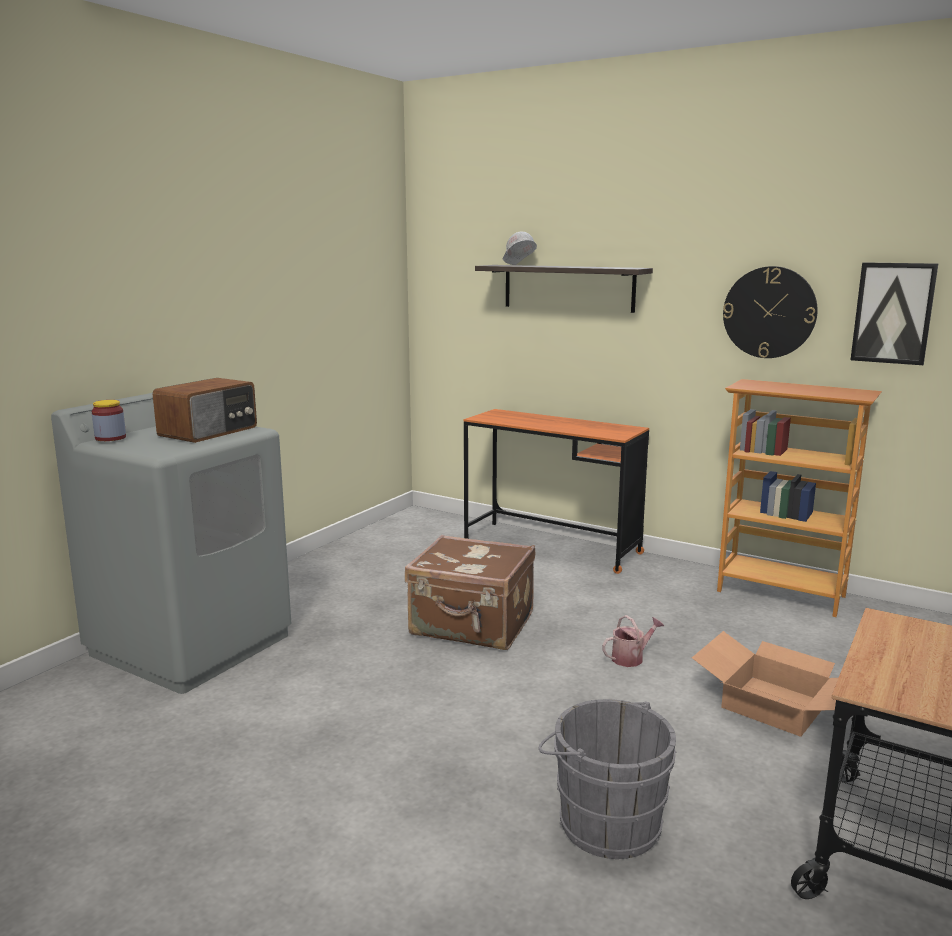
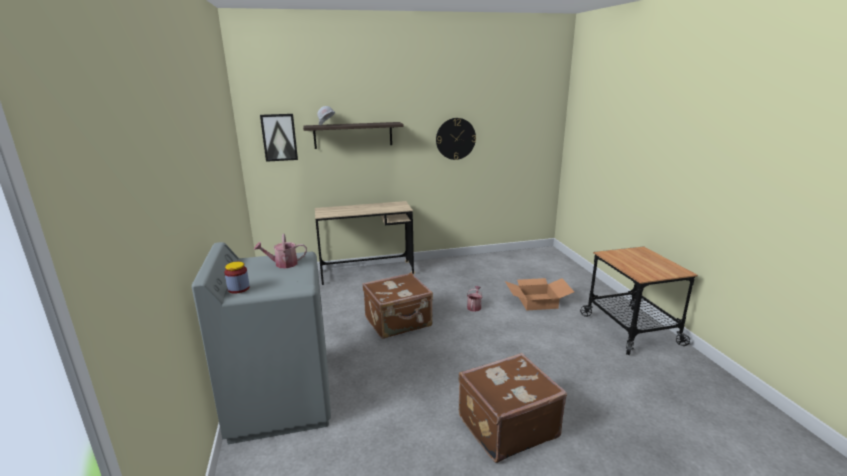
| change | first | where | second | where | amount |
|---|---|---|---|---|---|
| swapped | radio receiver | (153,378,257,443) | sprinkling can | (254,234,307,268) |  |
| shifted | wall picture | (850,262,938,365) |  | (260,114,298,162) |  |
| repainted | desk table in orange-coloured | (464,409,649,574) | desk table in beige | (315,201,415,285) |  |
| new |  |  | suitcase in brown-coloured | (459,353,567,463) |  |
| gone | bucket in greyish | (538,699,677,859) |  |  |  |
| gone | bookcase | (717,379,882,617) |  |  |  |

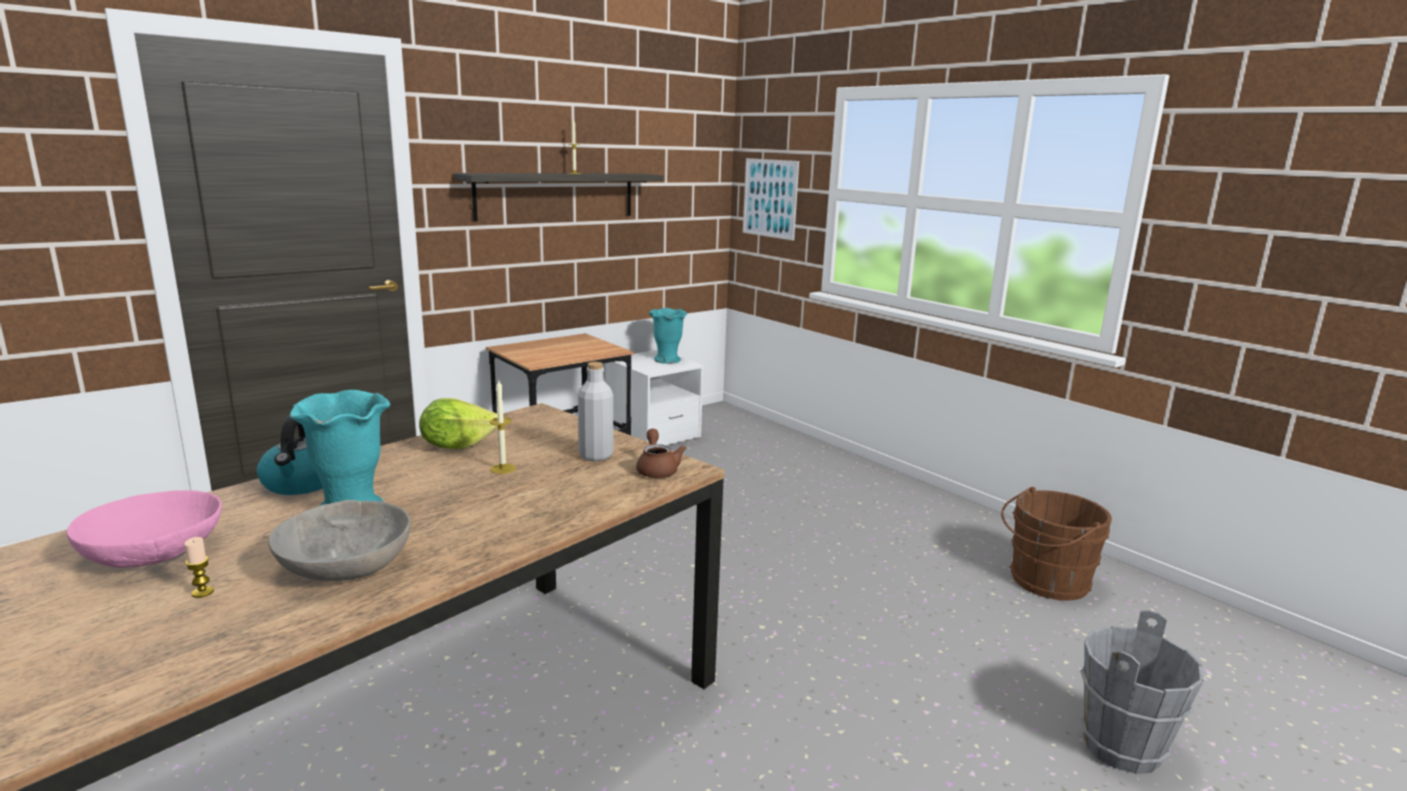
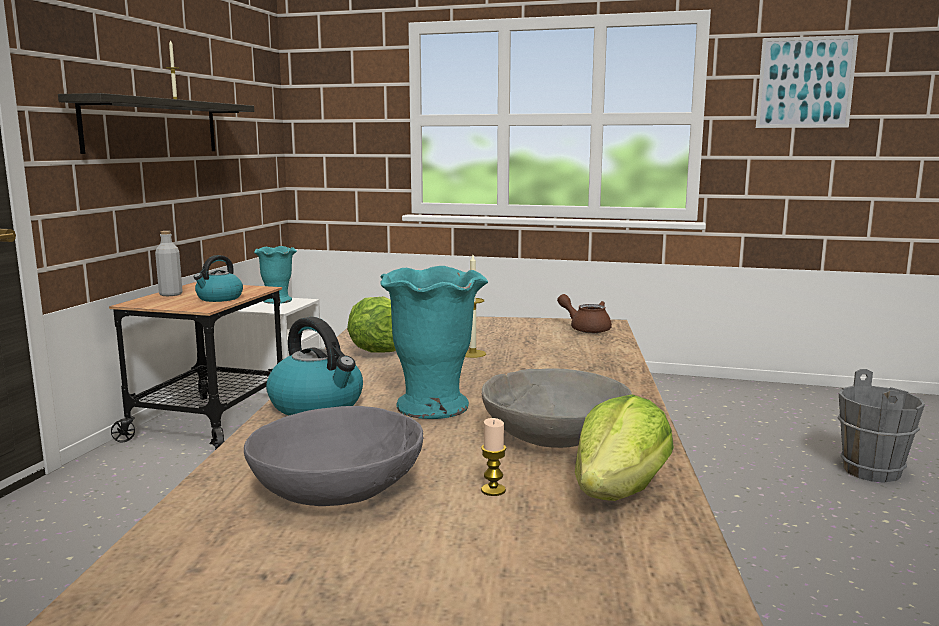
| change | first | where | second | where | amount |
|---|---|---|---|---|---|
| shifted | bottle in greyish | (578,362,613,461) |  | (155,231,183,296) |  |
| new |  |  | tea kettle | (194,255,243,302) |  |
| repainted | serving bowl in pink-coloured | (67,490,222,568) | serving bowl in greyish | (244,406,424,506) |  |
| new |  |  | lettuce head | (575,394,674,501) |  |
| shifted | wall picture | (743,158,799,241) |  | (756,35,858,128) |  |
| gone | bucket in brown-coloured | (1001,487,1112,601) |  |  |  |

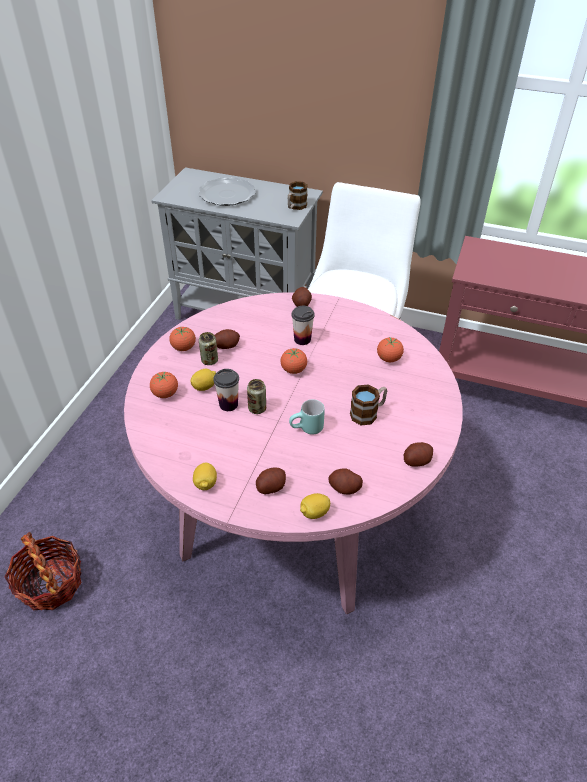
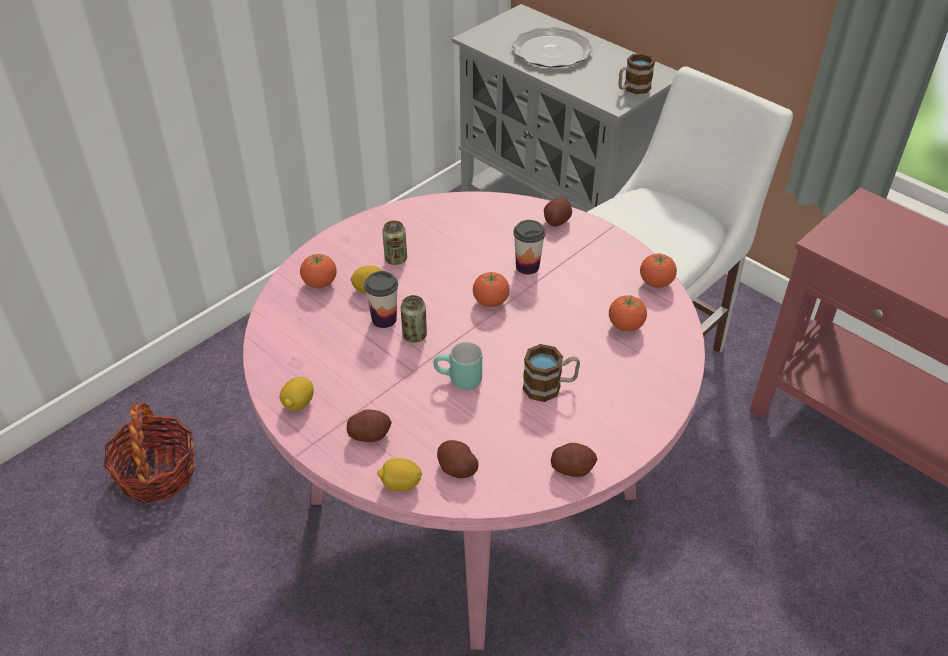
| change | first | where | second | where | amount |
|---|---|---|---|---|---|
| shifted | fresh tomato | (169,326,196,351) |  | (640,254,677,288) |  |
| gone | potato | (214,329,240,349) |  |  |  |

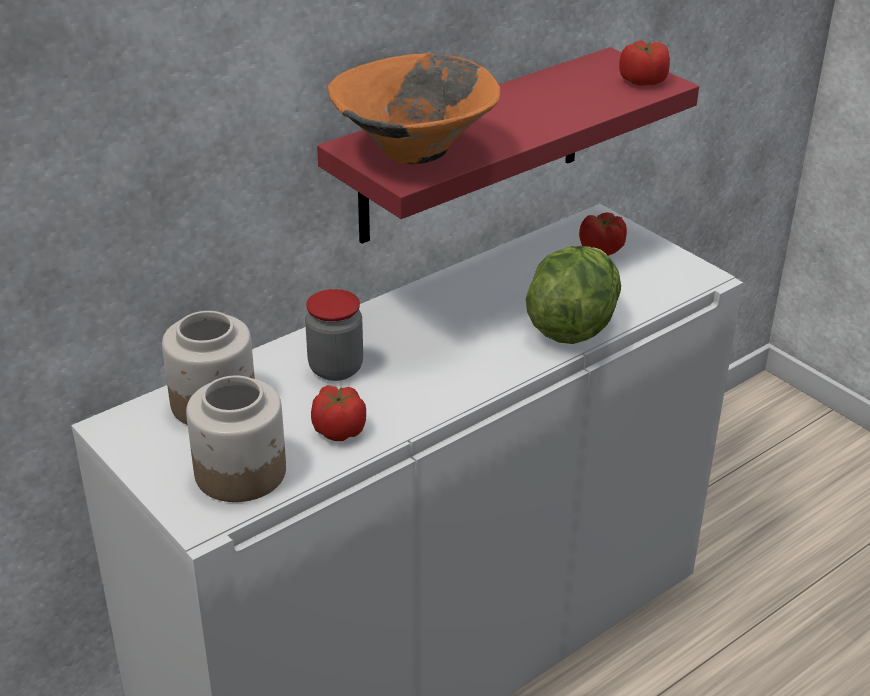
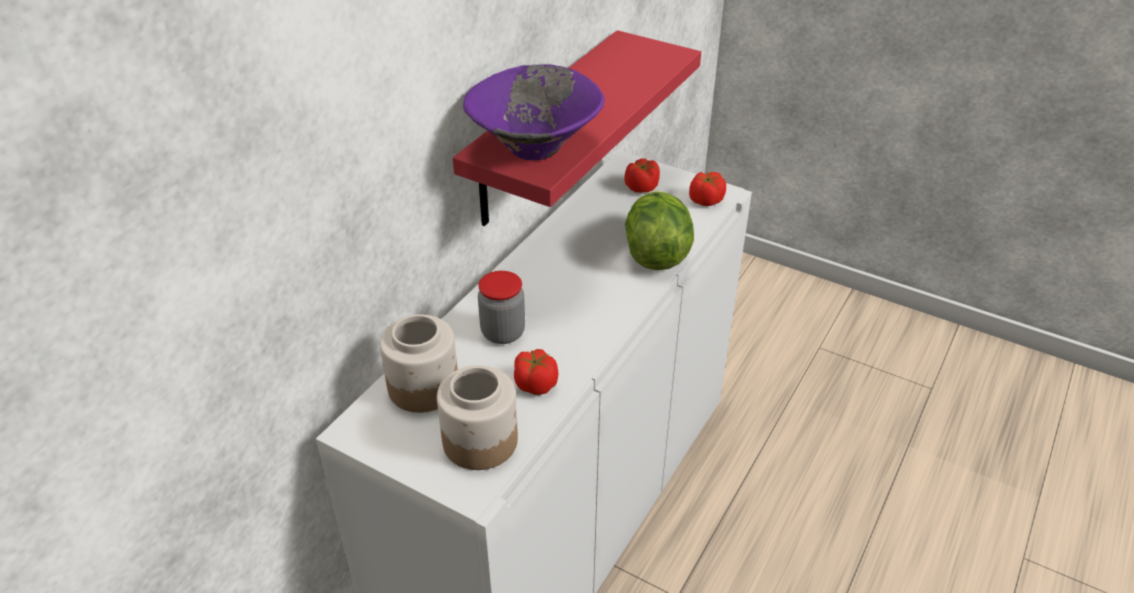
| change | first | where | second | where | amount |
|---|---|---|---|---|---|
| repainted | serving bowl in orange-coloured | (328,53,500,164) | serving bowl in purple-coloured | (463,64,605,160) |  |
| shifted | fresh tomato | (619,41,670,86) |  | (689,171,726,206) |  |

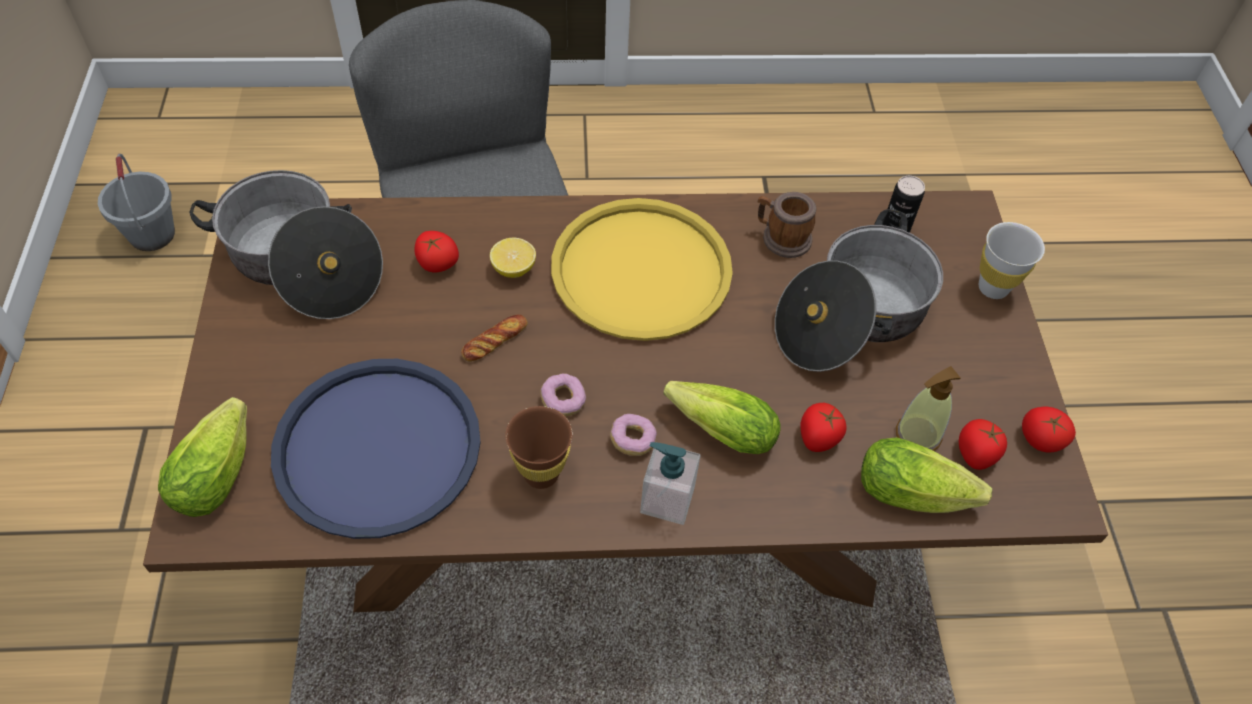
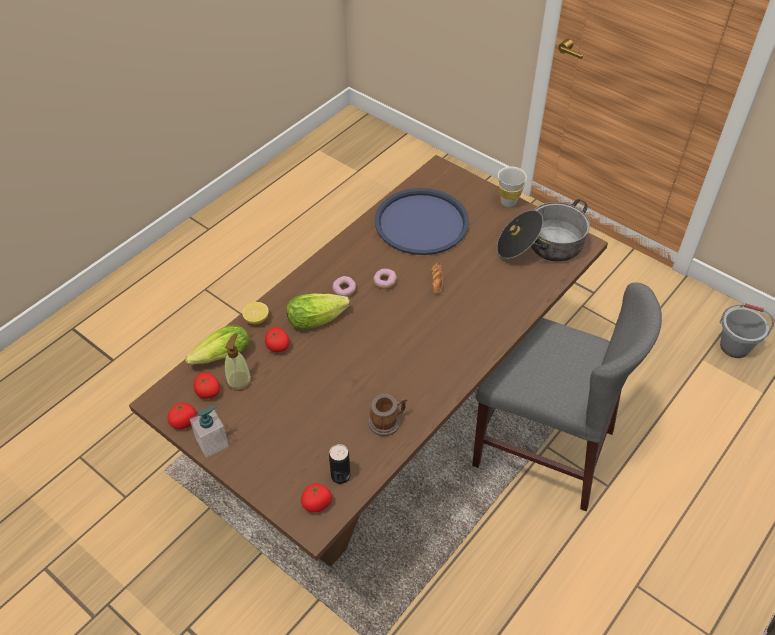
| change | first | where | second | where | amount |
|---|---|---|---|---|---|
| shifted | soap bottle | (640,442,701,525) |  | (190,405,229,458) |  |
| shifted | citrus fruit | (490,237,536,278) |  | (242,302,269,324) |  |
| shifted | fresh tomato | (414,231,459,272) |  | (301,483,332,513) |  |
| shifted | small cup in white | (979,222,1045,299) |  | (498,166,527,207) |  |
| gone | lettuce head | (158,397,247,517) |  |  |  |
| gone | small cup in brown-coloured | (505,406,572,489) |  |  |  |
| gone | tray in yellow | (551,198,733,341) |  |  |  |
| gone | cooking pot | (775,209,943,372) |  |  |  |

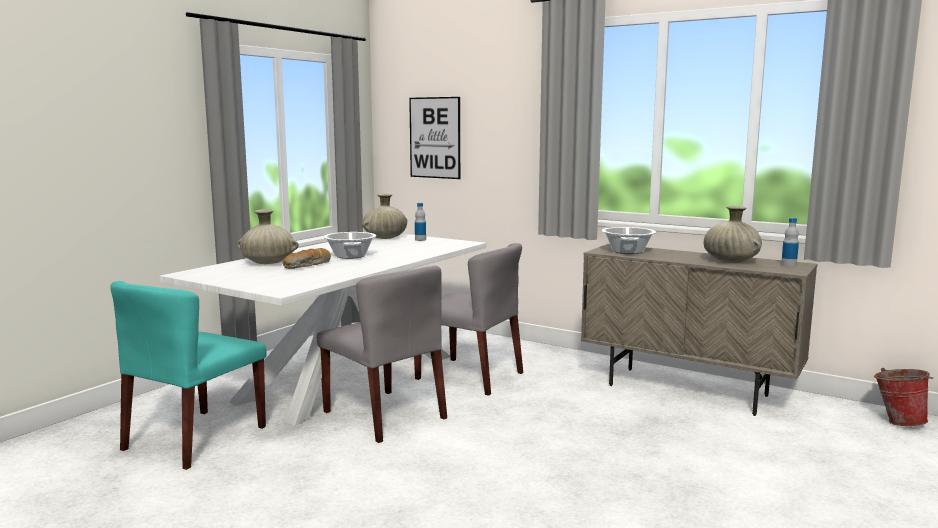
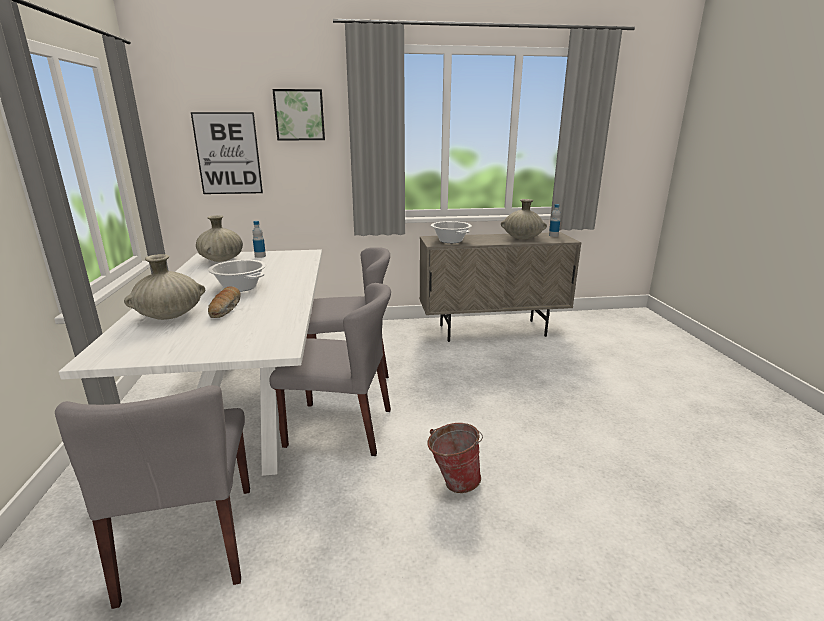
| change | first | where | second | where | amount |
|---|---|---|---|---|---|
| repainted | upright chair in blue-green | (110,281,267,470) | upright chair in greyish | (55,385,250,609) |  |
| new |  |  | wall picture | (272,89,325,140) |  |
| shifted | bucket | (874,368,934,426) |  | (428,423,483,493) |  |

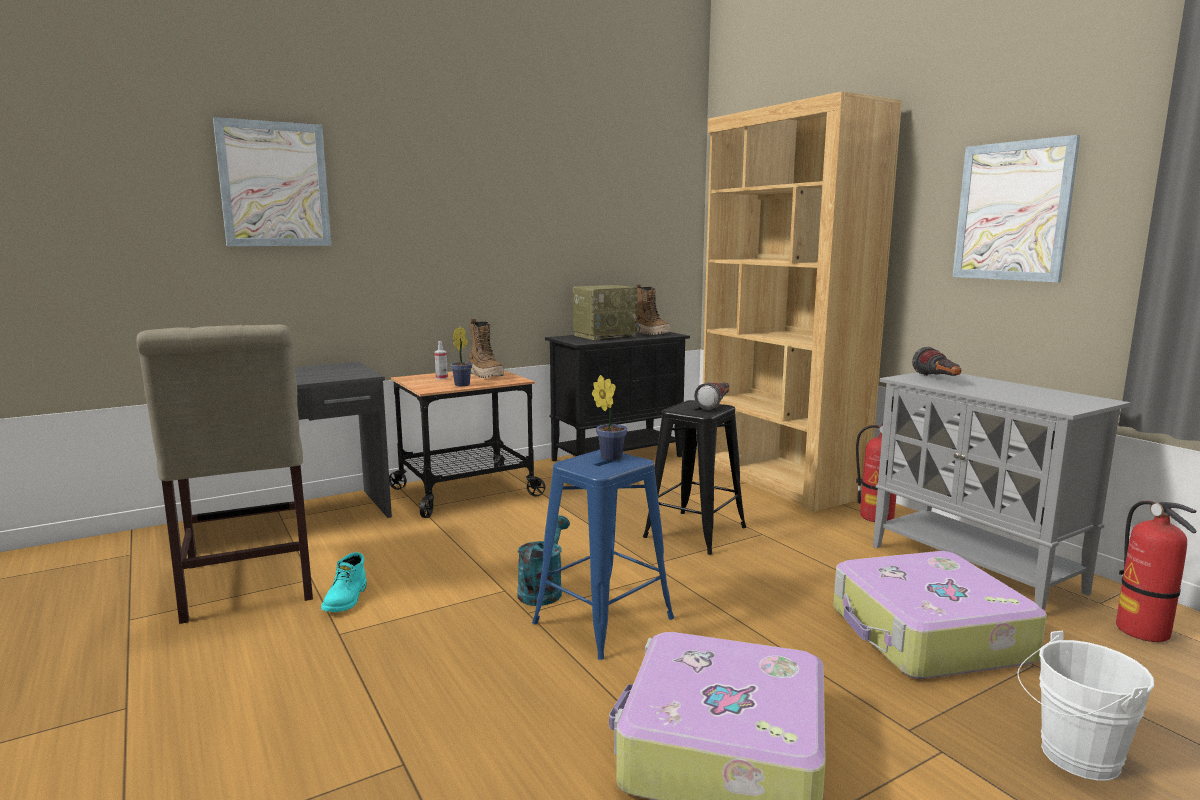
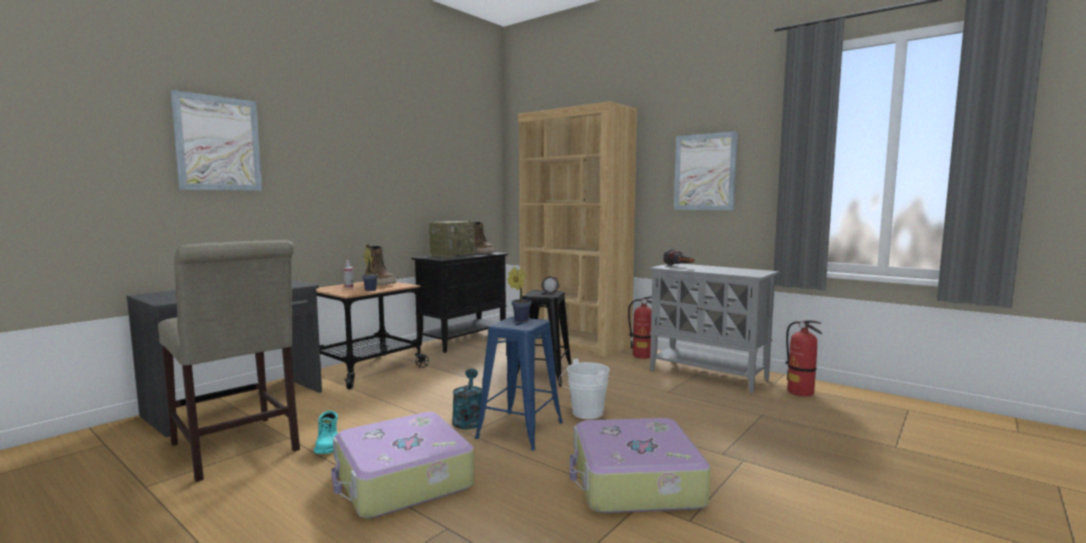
| change | first | where | second | where | amount |
|---|---|---|---|---|---|
| shifted | suitcase | (833,551,1047,679) |  | (331,412,475,518) |  |
| shifted | bucket in white | (1017,631,1154,781) |  | (559,359,610,419) |  |

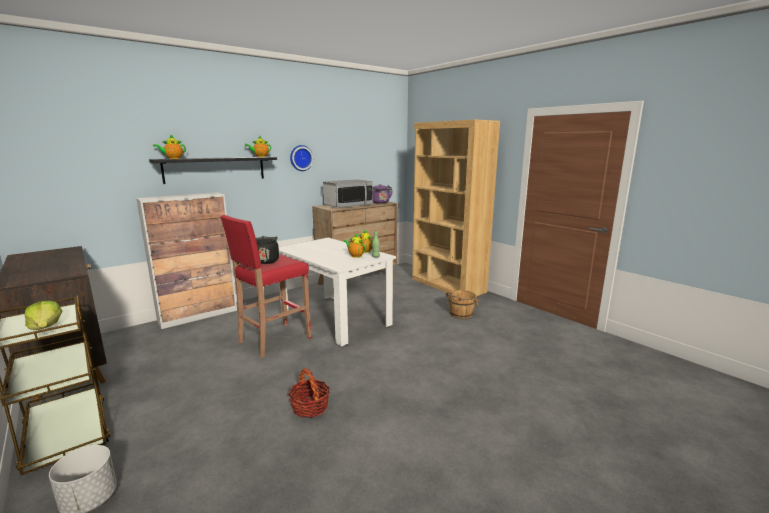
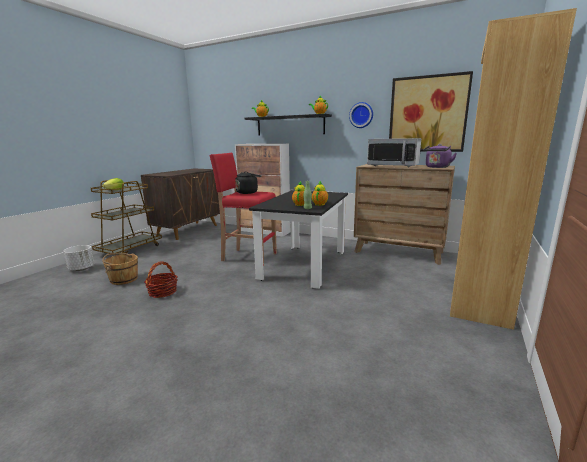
| change | first | where | second | where | amount |
|---|---|---|---|---|---|
| shifted | bucket in brown-coloured | (446,290,479,319) |  | (102,253,138,285) |  |
| repainted | dinner table in white | (279,238,396,347) | dinner table in black | (249,190,348,289) |  |
| new |  |  | wall picture | (389,71,473,152) |  |

